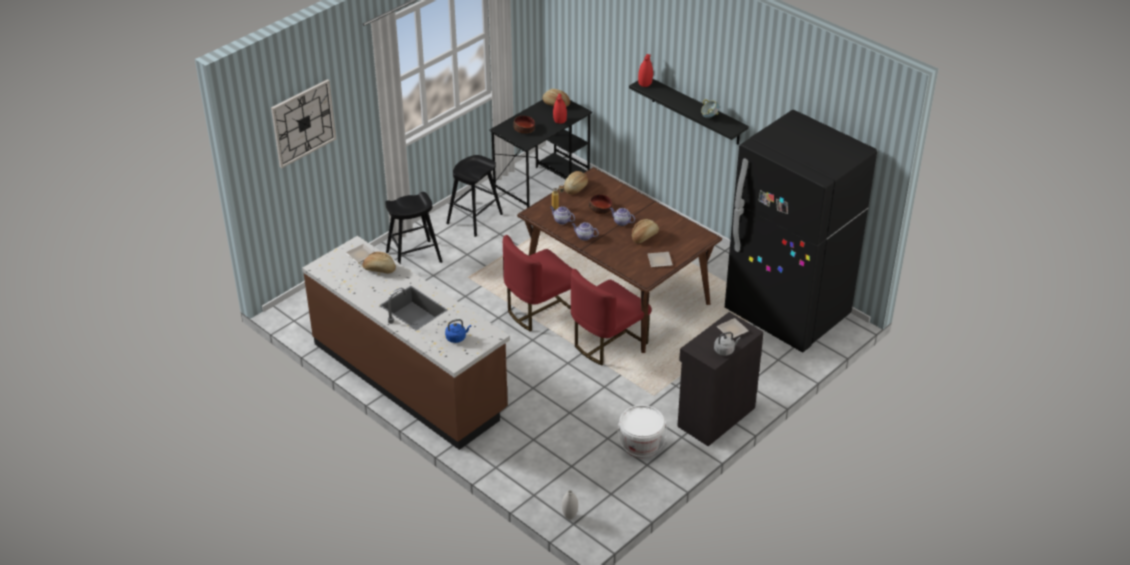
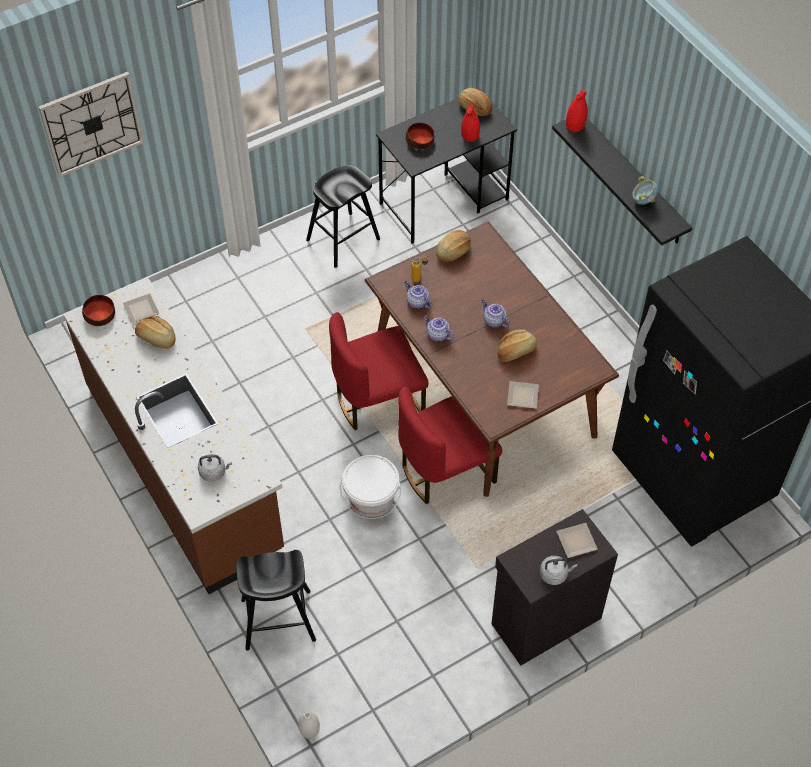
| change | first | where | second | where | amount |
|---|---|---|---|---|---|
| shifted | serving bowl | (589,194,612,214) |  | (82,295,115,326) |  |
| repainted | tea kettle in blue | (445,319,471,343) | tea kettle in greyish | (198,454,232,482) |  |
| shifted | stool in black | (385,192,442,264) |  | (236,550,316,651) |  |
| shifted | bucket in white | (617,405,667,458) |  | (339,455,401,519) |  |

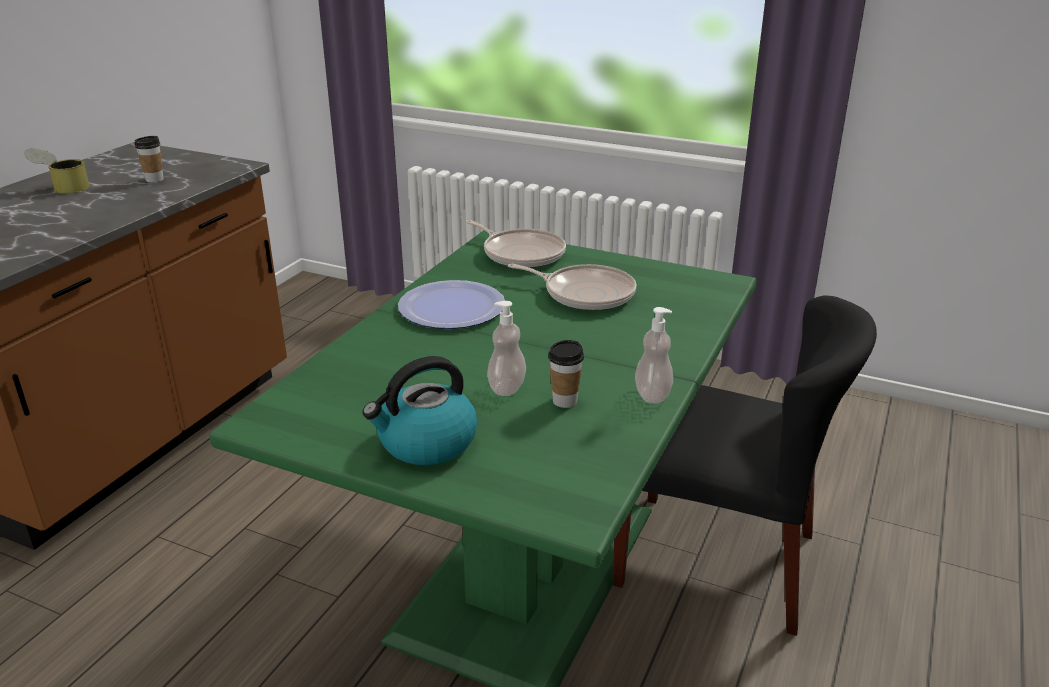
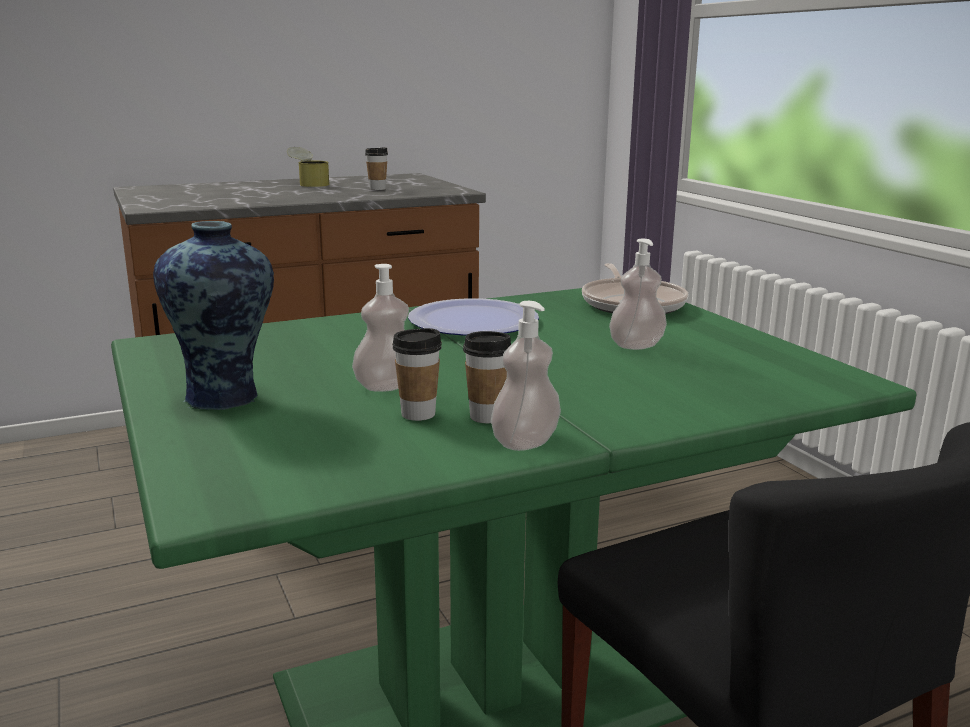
| change | first | where | second | where | amount |
|---|---|---|---|---|---|
| swapped | tea kettle | (362,356,478,465) | decorative vase | (153,221,274,410) |  |
| new |  |  | small cup | (463,331,511,423) |  |
| swapped | pan | (508,264,636,311) | soap bottle | (609,239,667,350) |  |

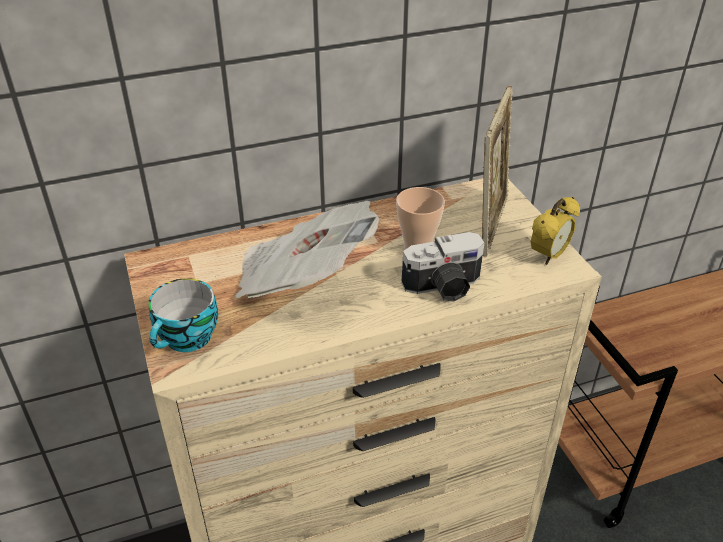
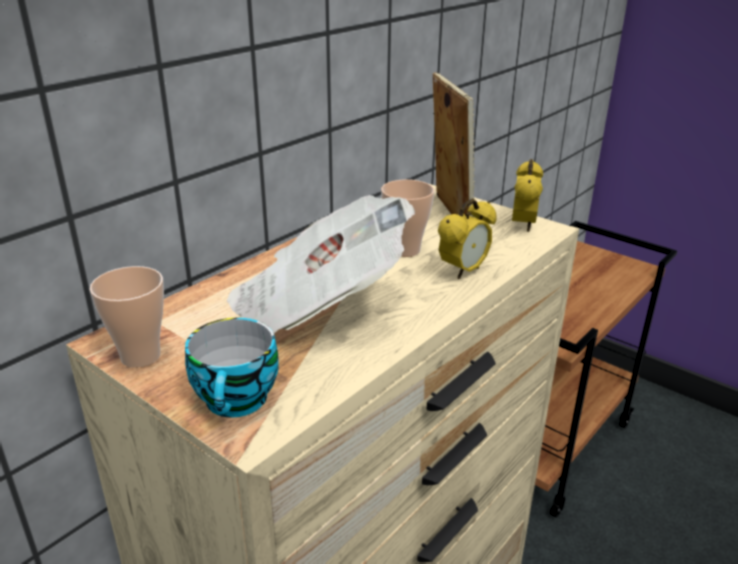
| change | first | where | second | where | amount |
|---|---|---|---|---|---|
| new |  |  | small cup | (89,266,164,368) |  |
| swapped | still camera | (401,232,485,302) | alarm clock | (438,198,497,279) |  |

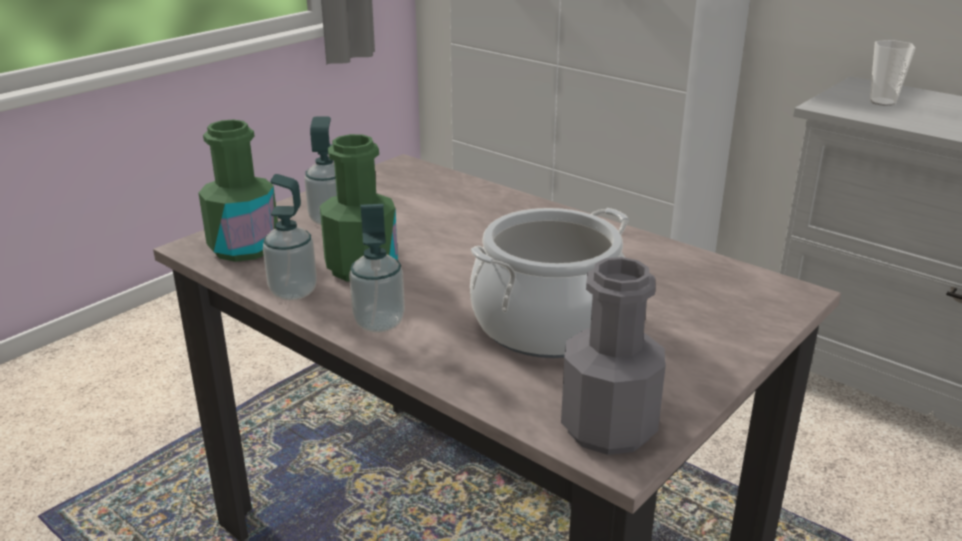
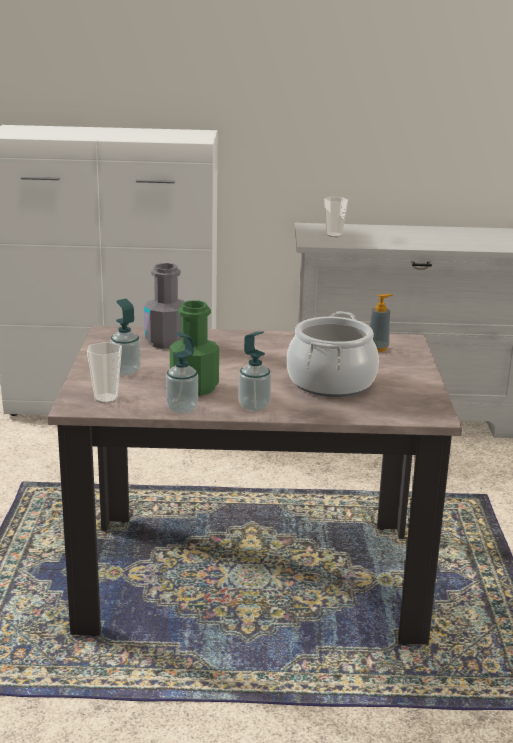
| change | first | where | second | where | amount |
|---|---|---|---|---|---|
| swapped | bottle in green | (199,119,278,262) | small cup | (87,342,122,404) |  |
| shifted | bottle in greyish | (561,257,666,455) |  | (144,263,185,349) |  |
| new |  |  | soap bottle | (370,294,393,352) |  |

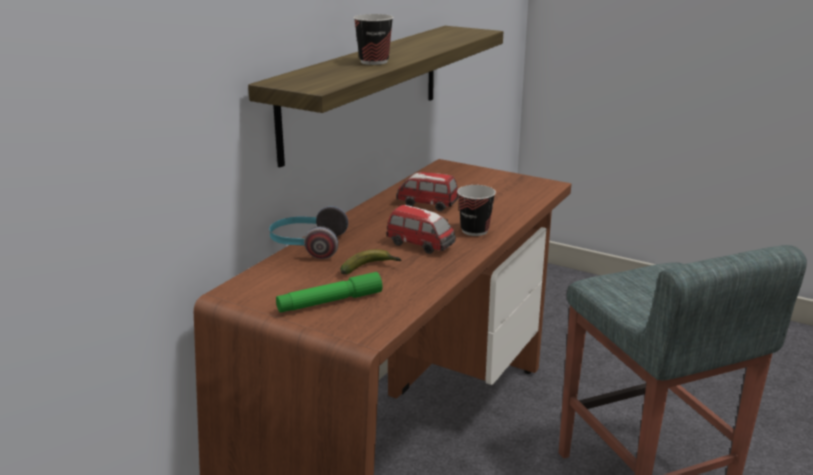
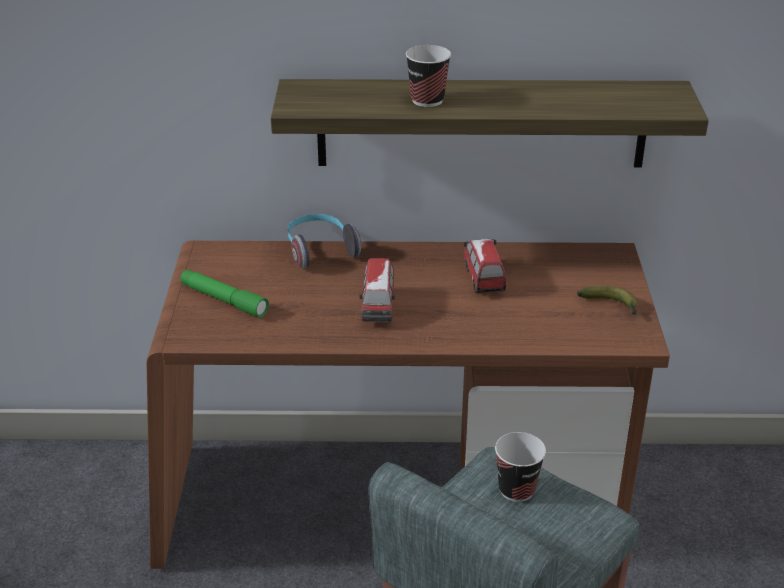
| change | first | where | second | where | amount |
|---|---|---|---|---|---|
| shifted | small cup | (457,185,496,236) |  | (495,432,546,502) |  |
| shifted | banana fruit | (340,249,402,274) |  | (577,286,637,316) |  |

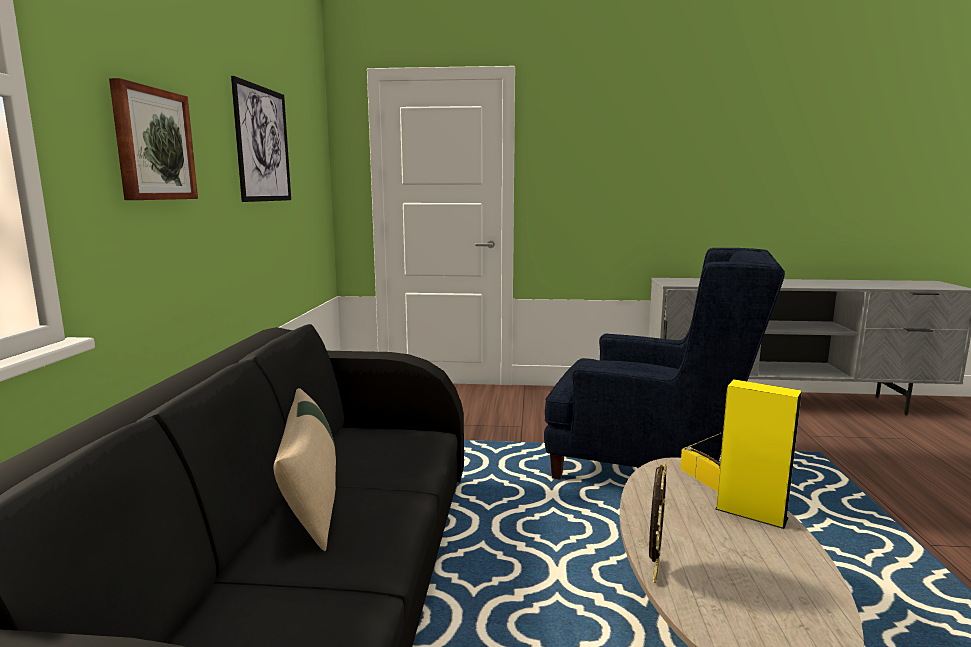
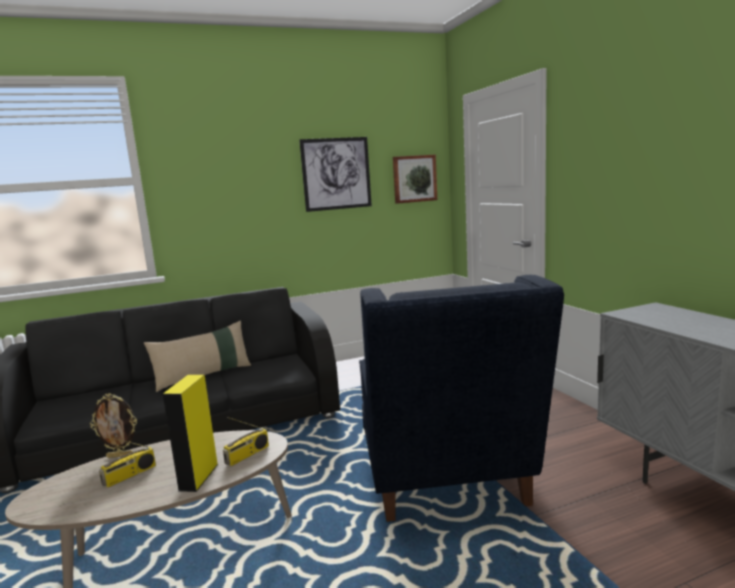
| change | first | where | second | where | amount |
|---|---|---|---|---|---|
| new |  |  | radio receiver | (99,436,156,487) |  |
| shifted | wall picture | (109,78,198,200) |  | (393,155,437,204) |  |

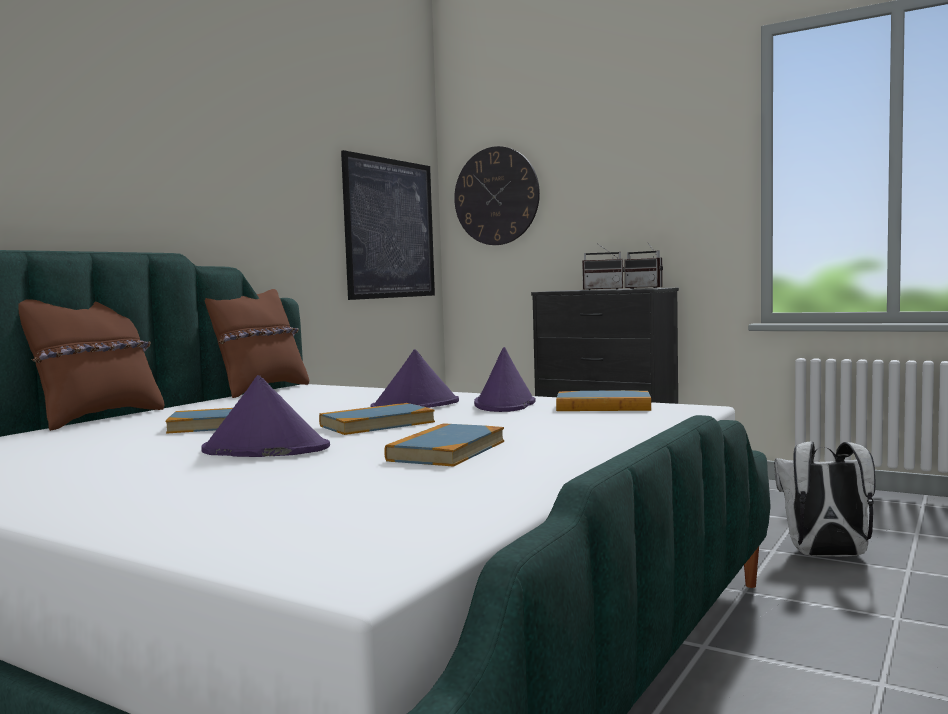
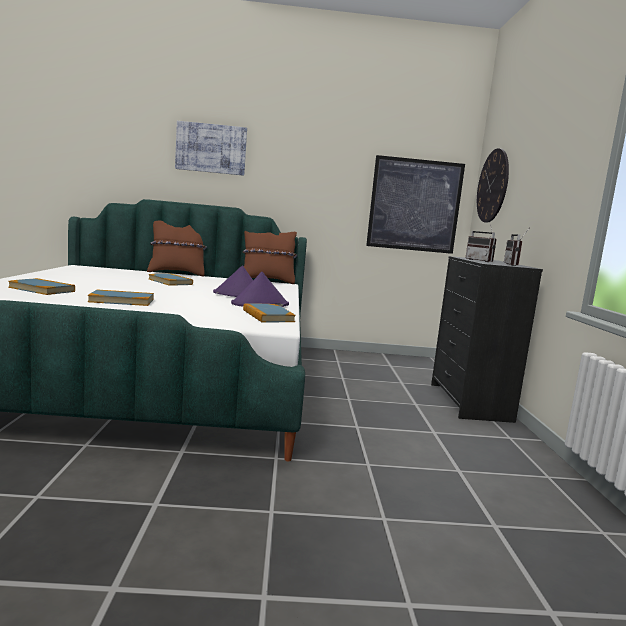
| change | first | where | second | where | amount |
|---|---|---|---|---|---|
| shifted | book | (319,403,435,435) |  | (8,278,75,295) |  |
| new |  |  | wall picture | (175,121,247,176) |  |
| gone | hat in purple-coloured | (201,375,330,457) |  |  |  |
| gone | backpack in white | (774,442,875,557) |  |  |  |

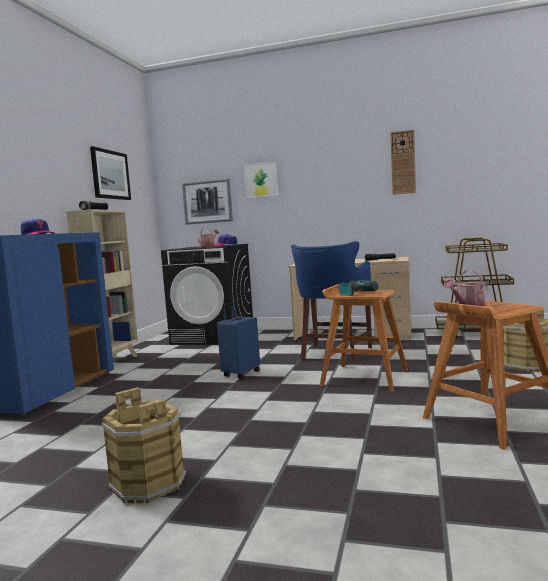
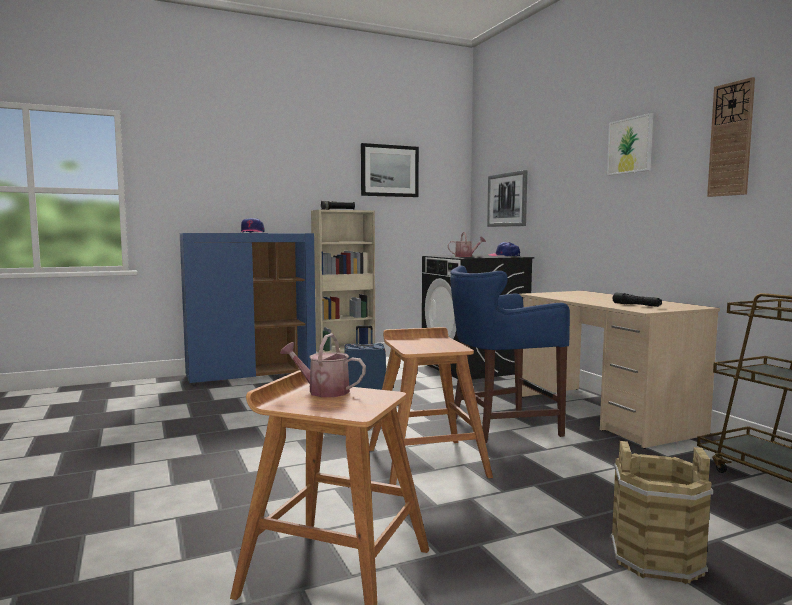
| change | first | where | second | where | amount |
|---|---|---|---|---|---|
| shifted | wall picture | (244,161,278,198) |  | (607,113,653,175) |  |
| gone | bucket in brown-coloured | (102,387,186,504) |  |  |  |
| gone | power drill | (339,280,378,296) |  |  |  |

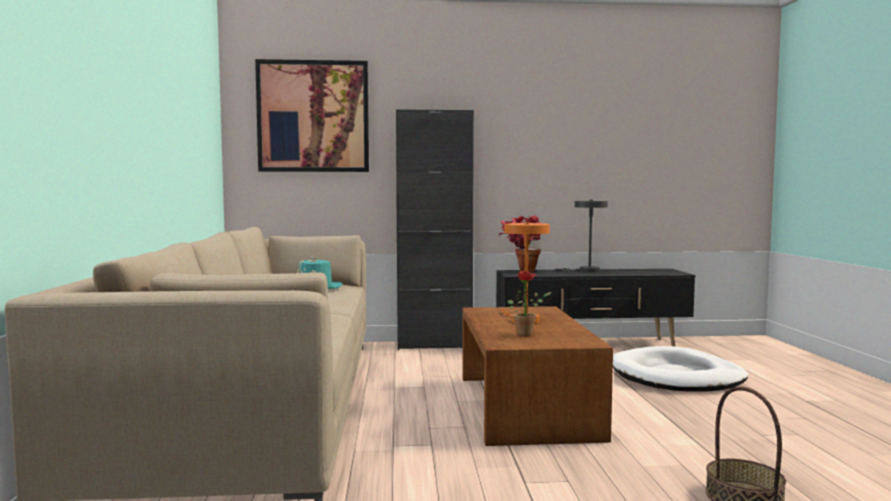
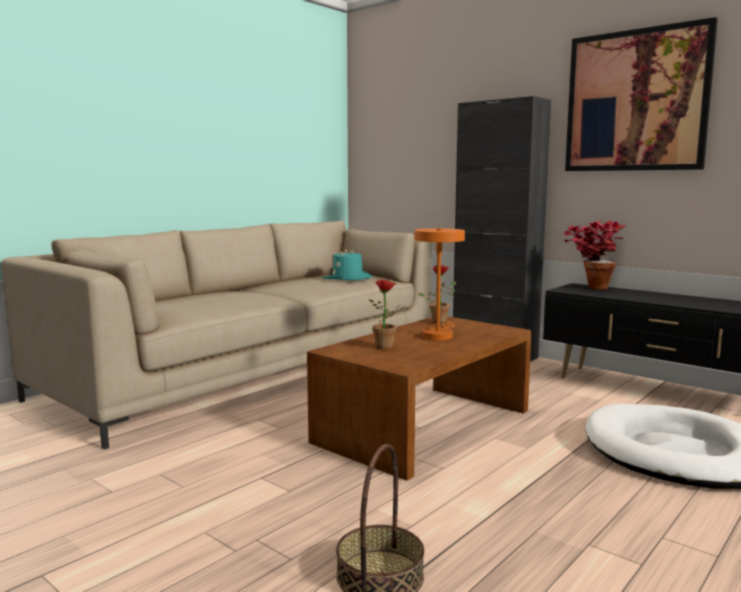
| change | first | where | second | where | amount |
|---|---|---|---|---|---|
| new |  |  | plant in a pot | (418,265,456,324) |  |
| shifted | wall picture | (255,59,369,172) |  | (565,17,718,171) |  |
| gone | tabletop lamp in greyish | (554,200,608,272) |  |  |  |

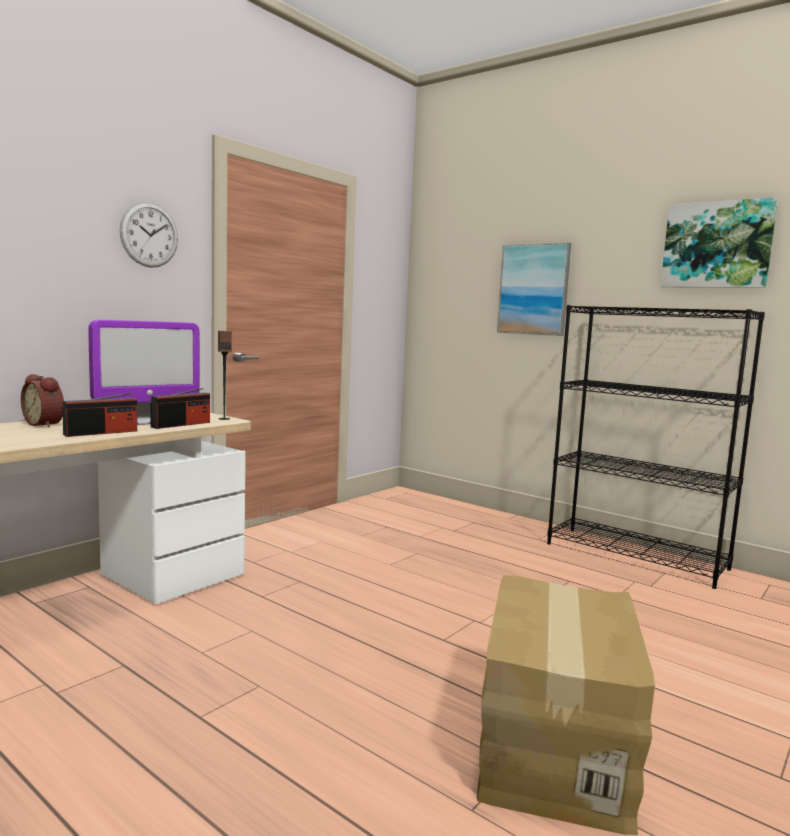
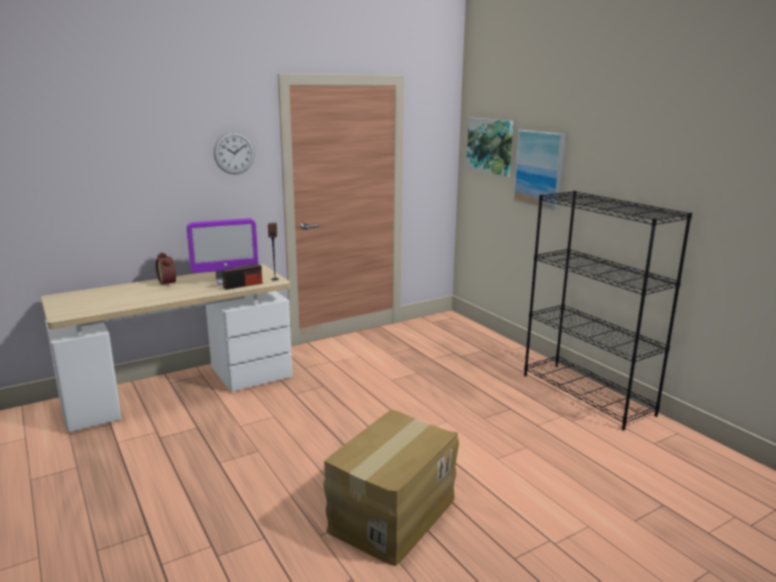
| change | first | where | second | where | amount |
|---|---|---|---|---|---|
| shifted | wall picture | (661,197,778,288) |  | (466,118,513,177) |  |
| gone | radio receiver | (62,393,137,437) |  |  |  |

